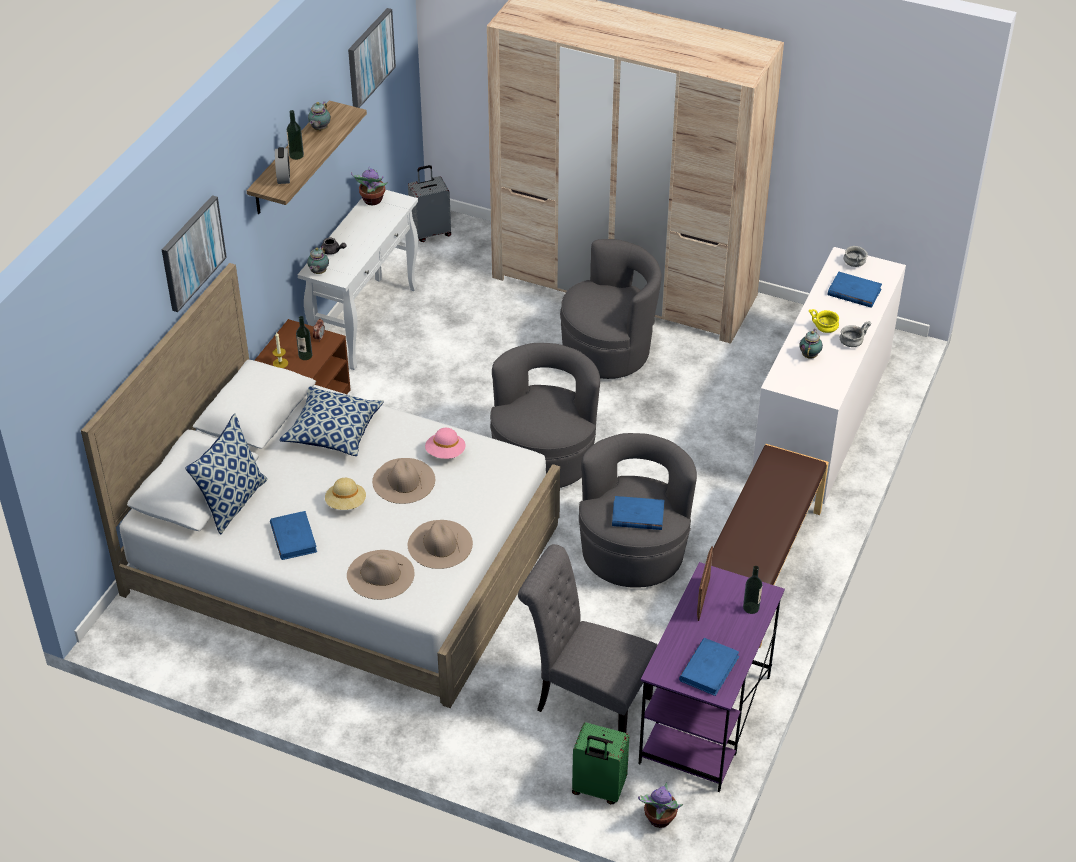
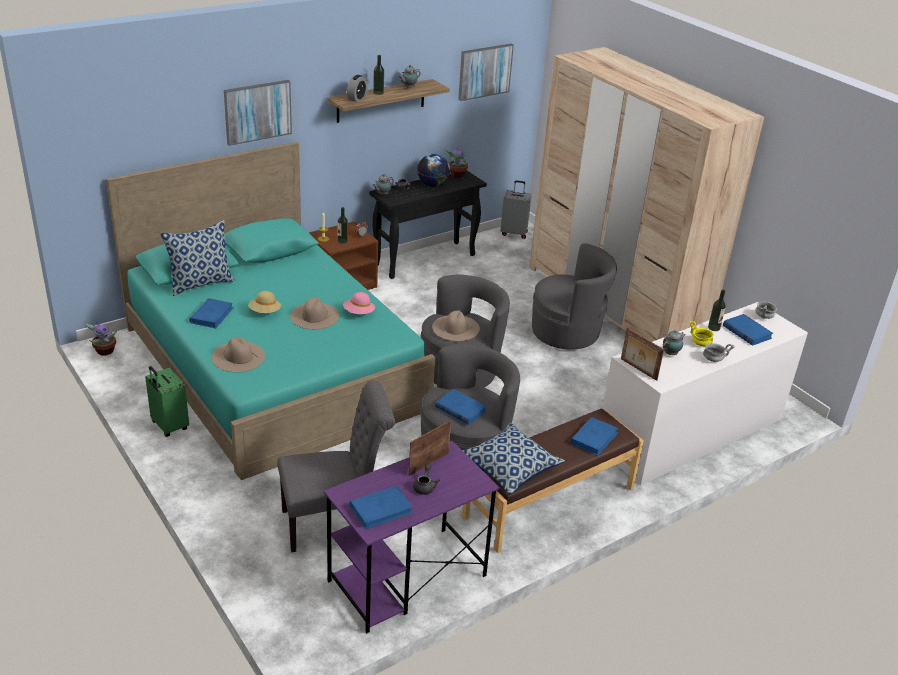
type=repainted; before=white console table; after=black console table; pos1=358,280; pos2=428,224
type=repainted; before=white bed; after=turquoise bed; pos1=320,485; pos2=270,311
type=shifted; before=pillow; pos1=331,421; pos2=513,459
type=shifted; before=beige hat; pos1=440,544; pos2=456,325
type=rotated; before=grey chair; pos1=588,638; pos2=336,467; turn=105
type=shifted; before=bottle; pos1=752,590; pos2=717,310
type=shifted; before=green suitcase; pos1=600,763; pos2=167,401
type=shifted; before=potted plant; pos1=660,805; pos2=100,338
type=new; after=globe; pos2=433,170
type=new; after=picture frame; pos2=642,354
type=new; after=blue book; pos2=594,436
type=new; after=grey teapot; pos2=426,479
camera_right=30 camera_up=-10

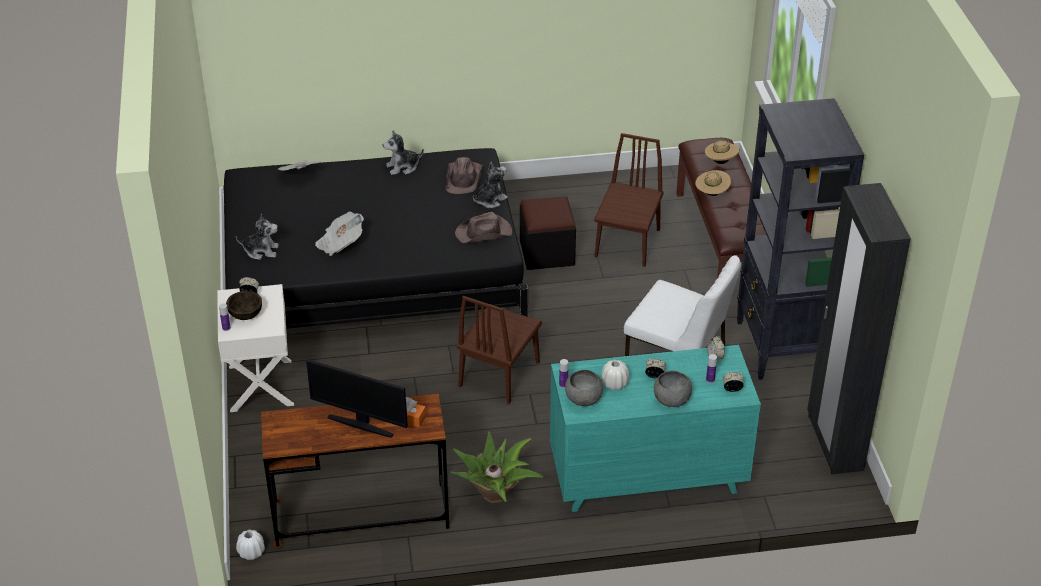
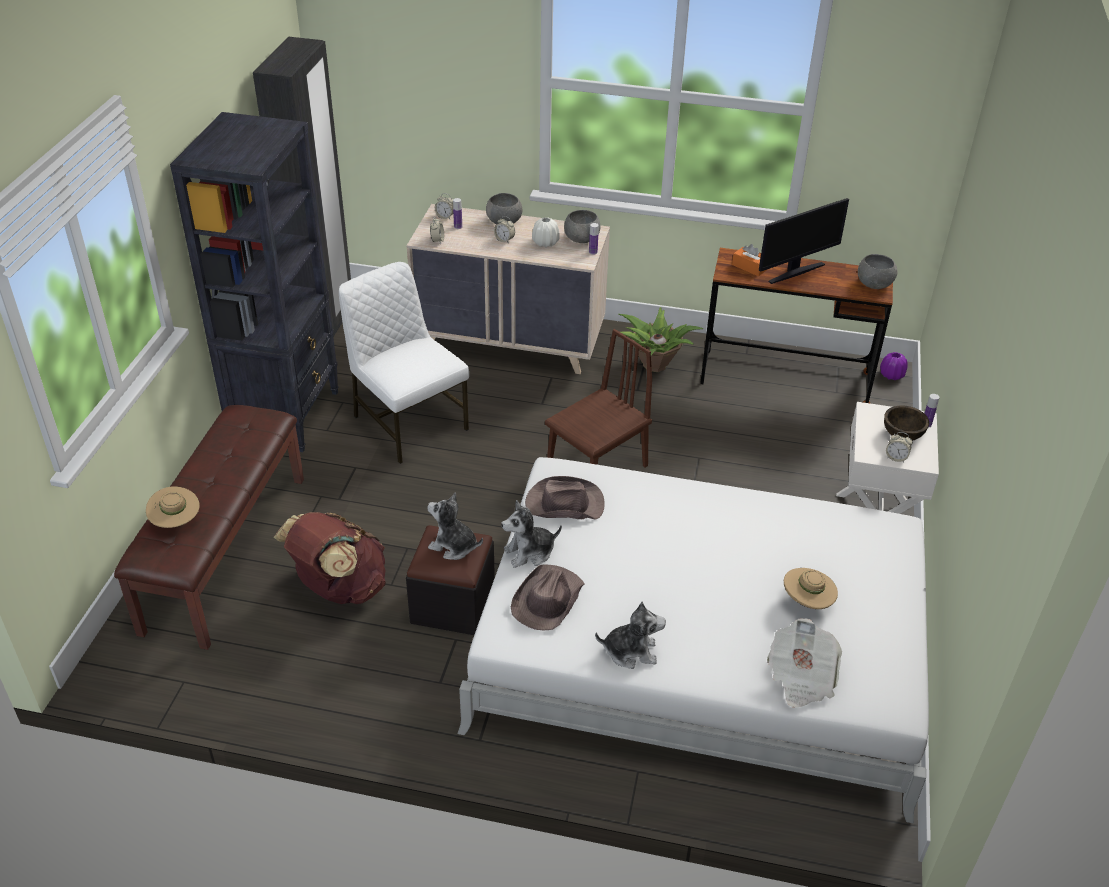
type=swapped; before=brown chair; after=brown backpack; pos1=629,200; pos2=329,558
type=repainted; before=black bed; after=white bed; pos1=375,238; pos2=693,640
type=shifted; before=beige hat; pos1=713,183; pos2=811,588
type=gone; before=newspaper; pos1=339,233
type=shifted; before=plush toy; pos1=257,236; pos2=455,526
type=repainted; before=turquoise dresser; after=beige dresser; pos1=655,428; pos2=508,289
type=rotated; before=monitor; pos1=357,398; pos2=804,241; turn=105
type=repainted; before=white vase; after=purple vase; pos1=250,544; pos2=894,366
type=new; after=grey bowl; pos2=877,271
camera_right=-160 camera_up=0

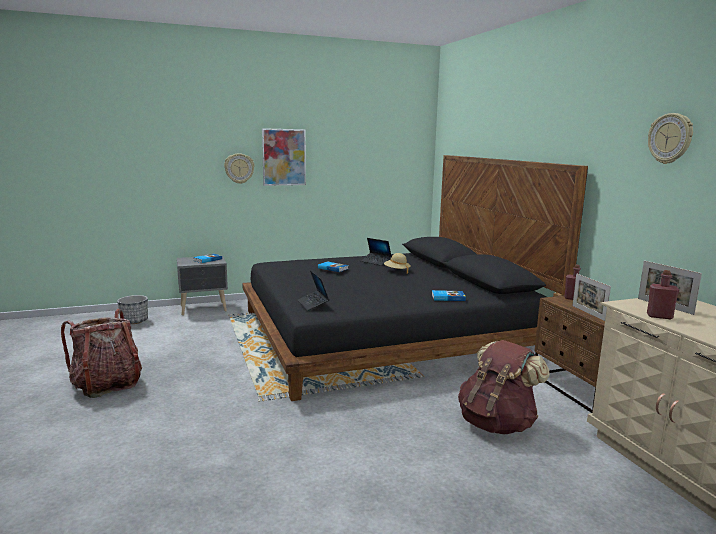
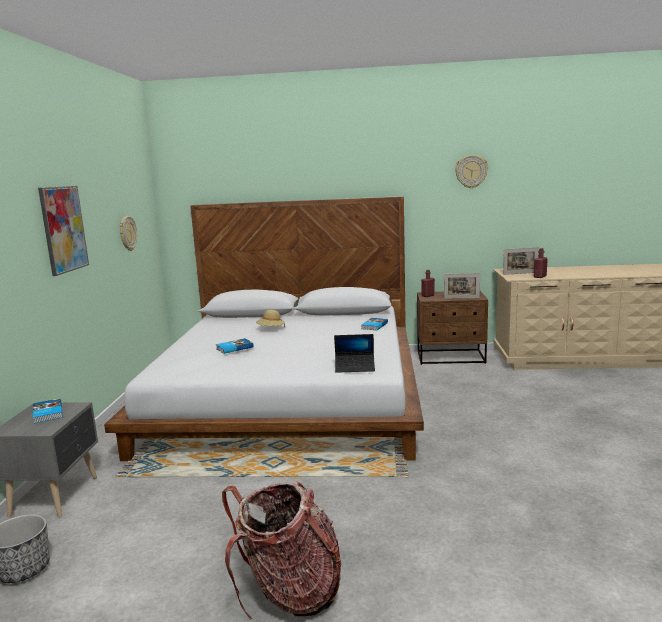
type=shifted; before=wall clock; pos1=239,168; pos2=128,233
type=repainted; before=black bed; after=white bed; pos1=415,278; pos2=264,328
type=gone; before=laptop; pos1=376,252
type=gone; before=brown backpack; pos1=504,387
camera_right=-65 camera_up=0

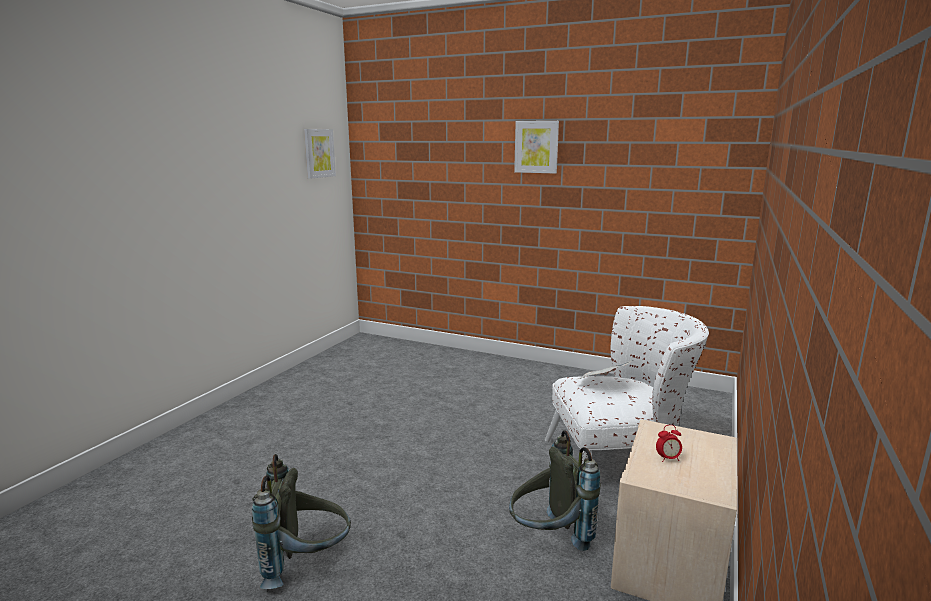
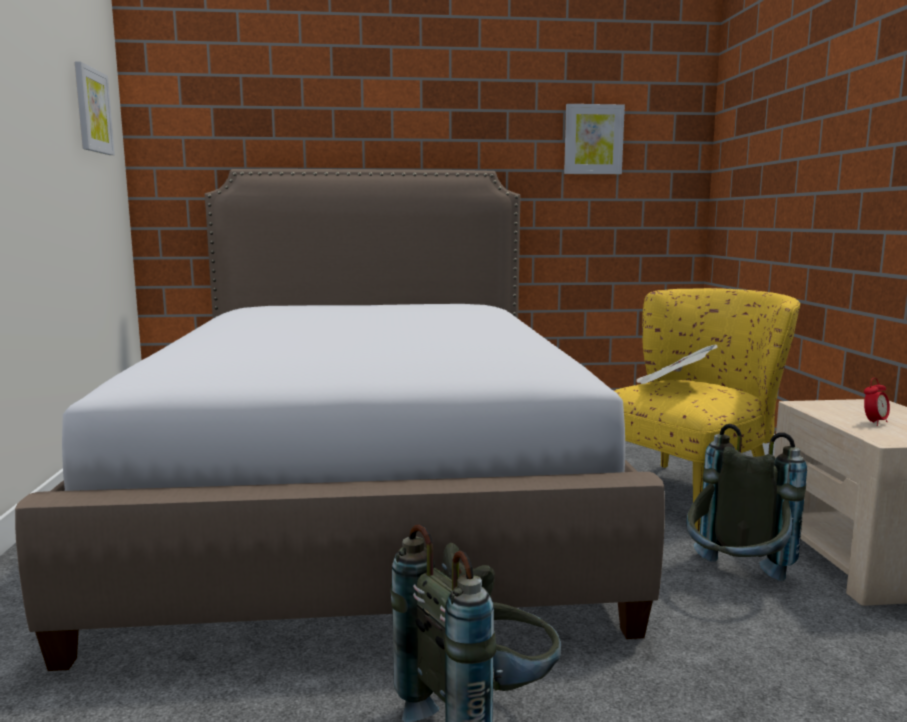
type=shifted; before=picture; pos1=536,147; pos2=594,139
type=repainted; before=white armchair; after=yellow armchair; pos1=627,385; pos2=706,410
type=new; after=bed; pos2=340,420
camera_right=-30 camera_up=-5

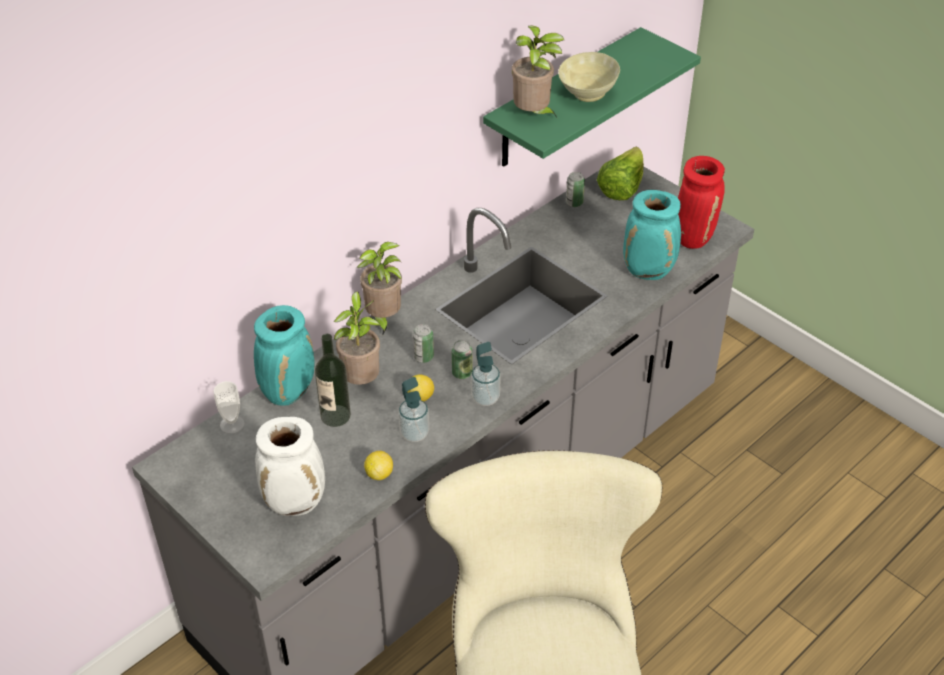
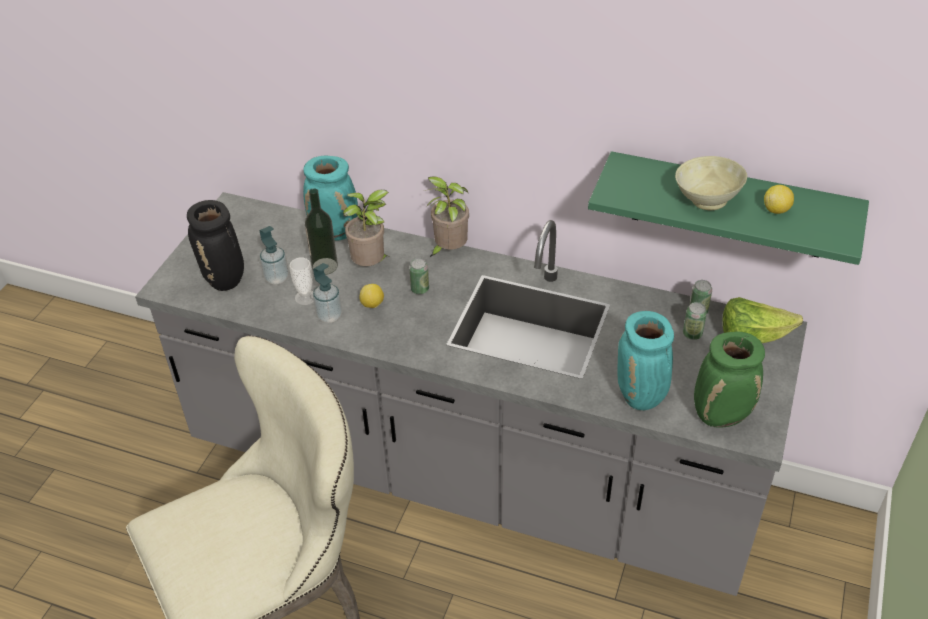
type=gone; before=potted plant; pos1=538,71
type=repainted; before=red vase; after=green vase; pos1=701,202; pos2=729,379
type=shifted; before=can; pos1=462,359; pos2=695,321
type=shifted; before=soap dispenser; pos1=486,374; pos2=274,255
type=shifted; before=cup; pos1=229,407; pos2=301,281
type=repainted; before=white vase; after=black vase; pos1=290,466; pos2=215,245
type=shifted; before=lemon; pos1=378,465; pos2=779,199
camera_right=65 camera_up=0

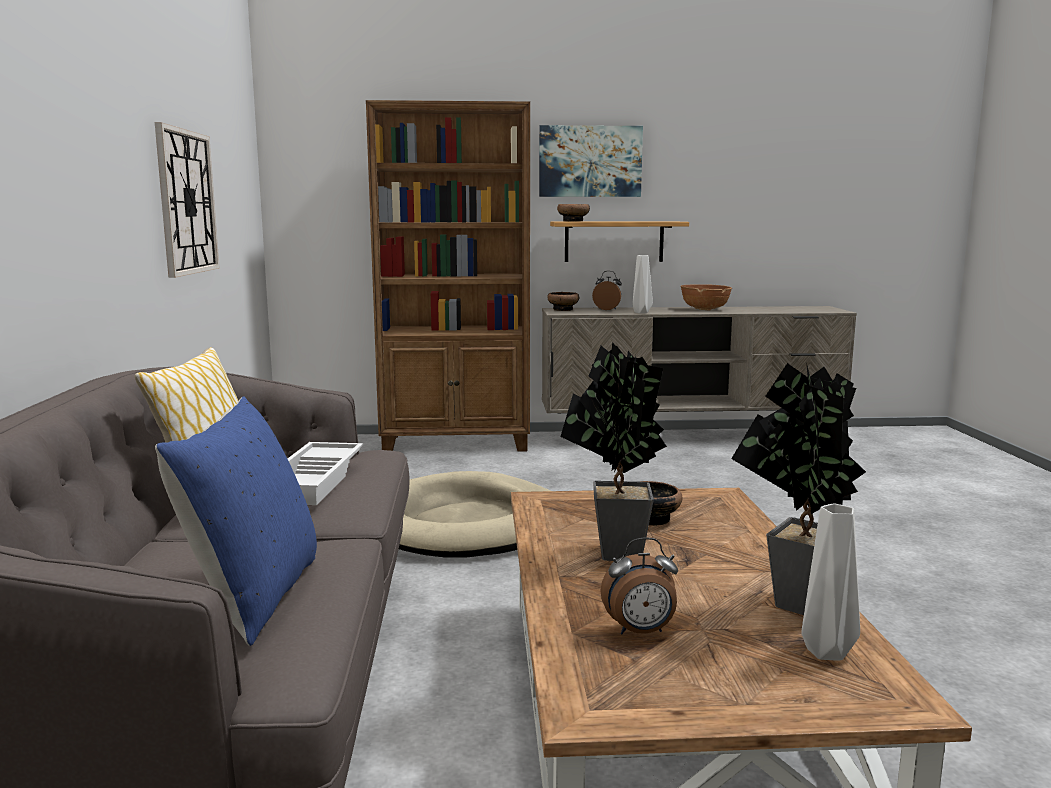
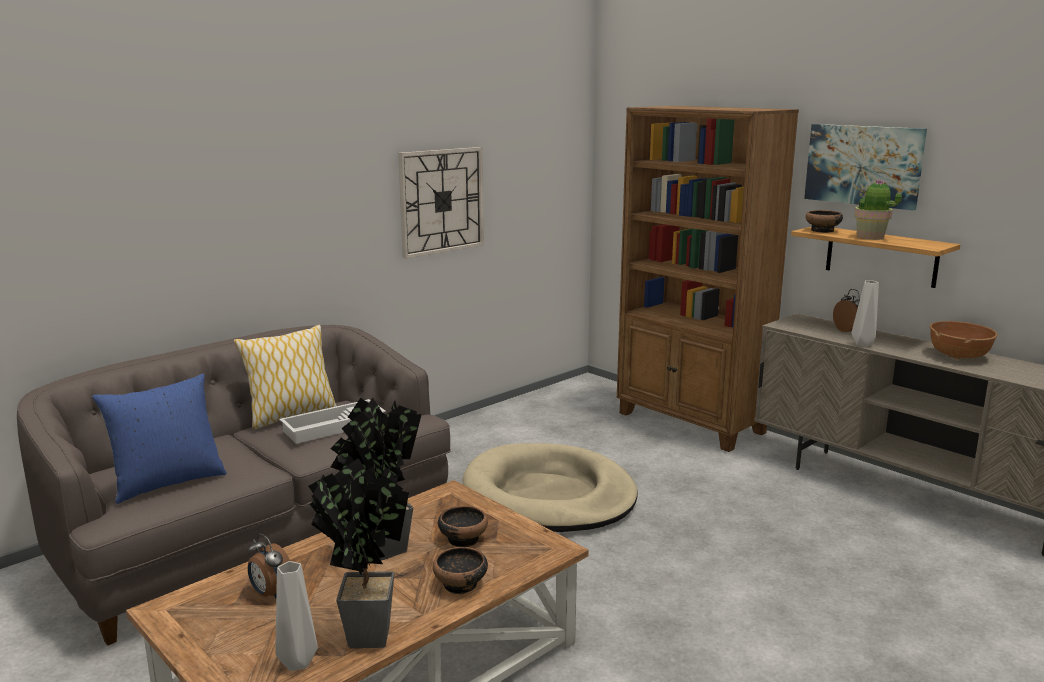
type=shifted; before=bowl; pos1=563,301; pos2=460,570
type=new; after=potted plant; pos2=878,209
camera_right=50 camera_up=5

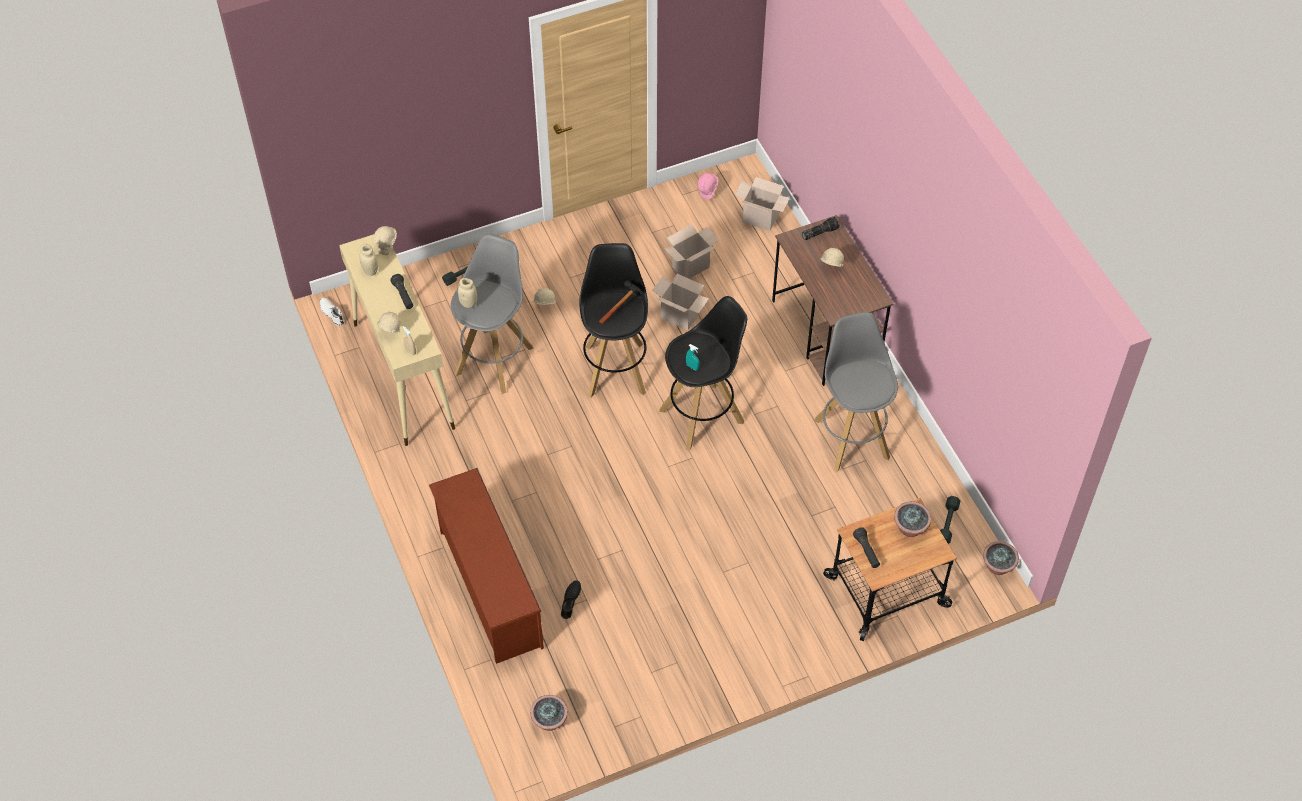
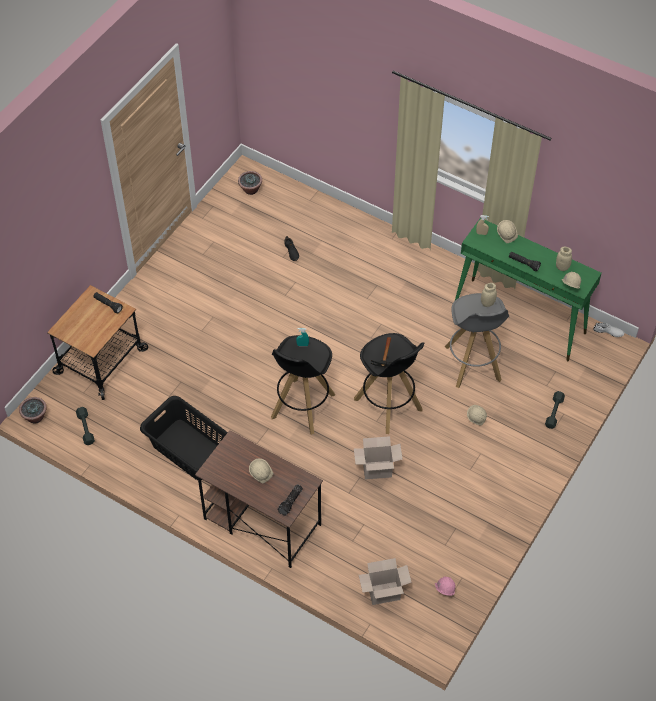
type=gone; before=cardboard box; pos1=692,251
type=repainted; before=beige console table; after=green console table; pos1=397,340; pos2=528,289
type=swapped; before=grey stool; after=black laundry basket; pos1=856,392; pos2=184,438
type=gone; before=brown shoe rack; pos1=486,566
type=gone; before=potted plant; pos1=912,519
camera_right=145 camera_up=0

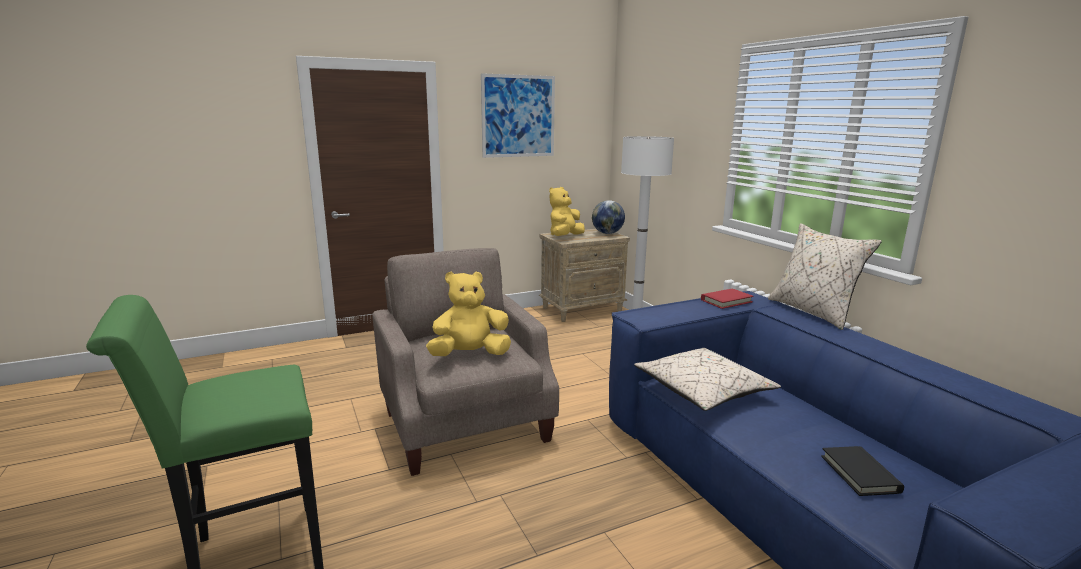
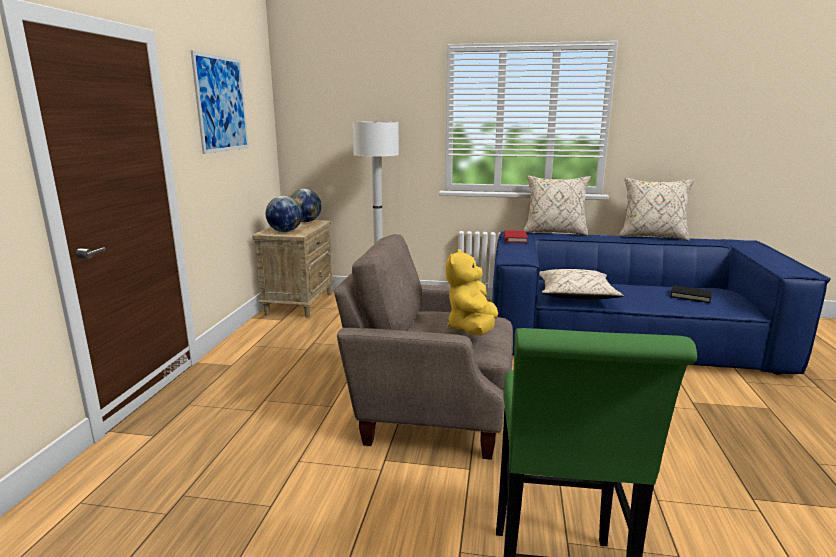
type=swapped; before=yellow plush toy; after=globe; pos1=567,211; pos2=284,214
type=new; after=beige pillow; pos2=656,209
camera_right=-55 camera_up=0

